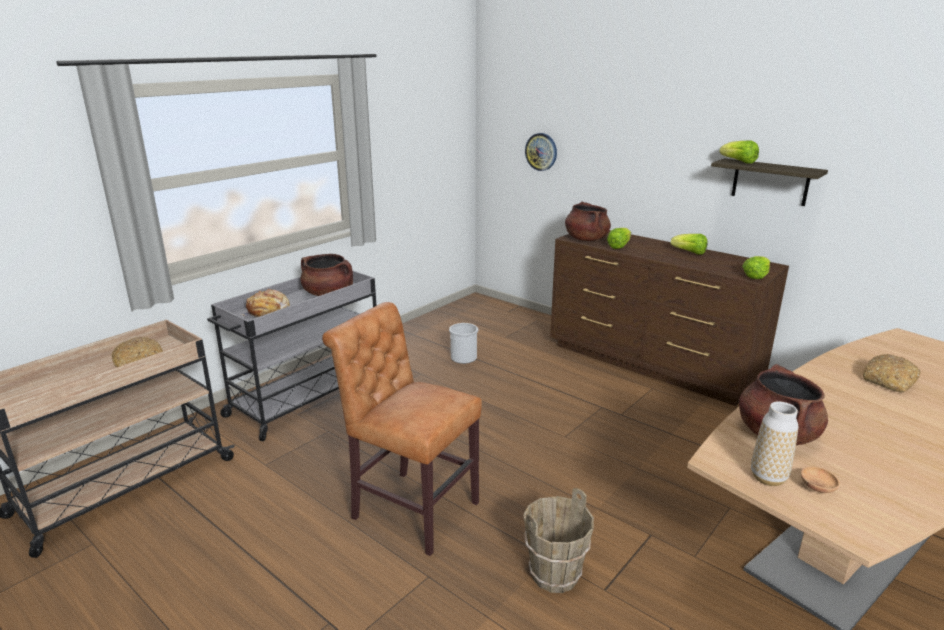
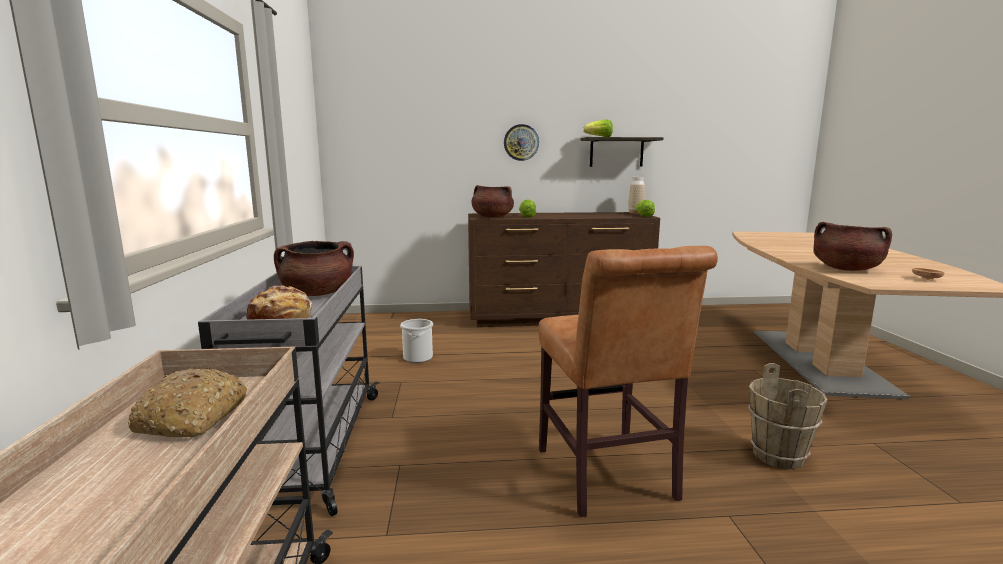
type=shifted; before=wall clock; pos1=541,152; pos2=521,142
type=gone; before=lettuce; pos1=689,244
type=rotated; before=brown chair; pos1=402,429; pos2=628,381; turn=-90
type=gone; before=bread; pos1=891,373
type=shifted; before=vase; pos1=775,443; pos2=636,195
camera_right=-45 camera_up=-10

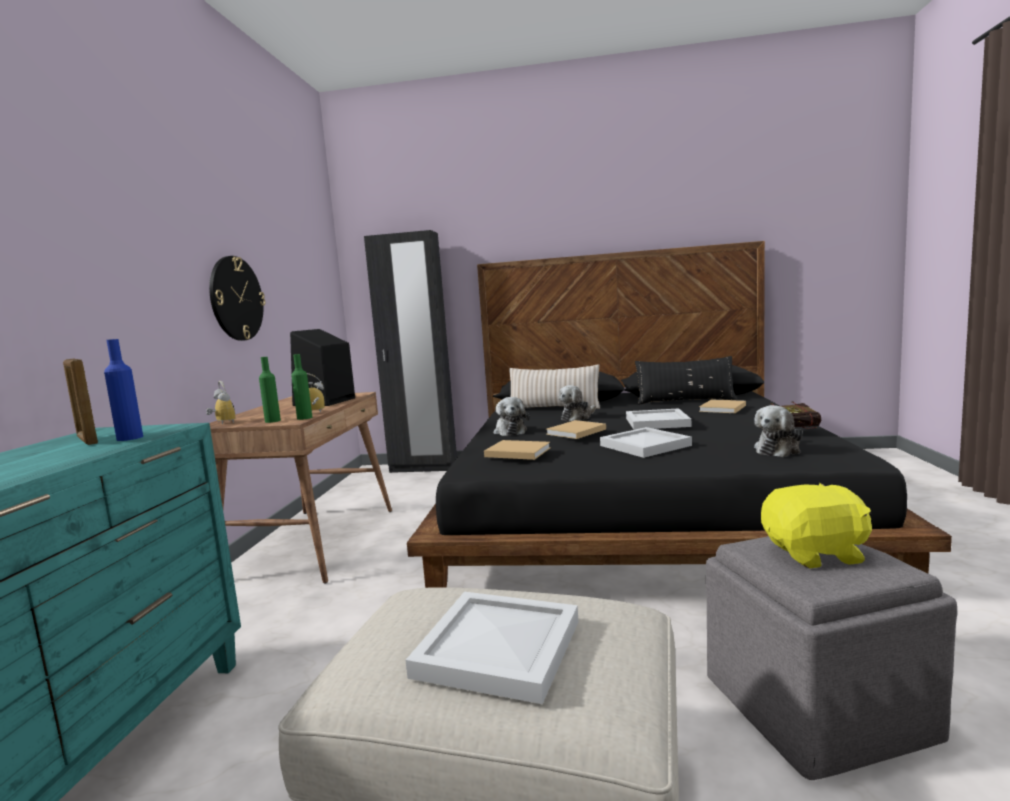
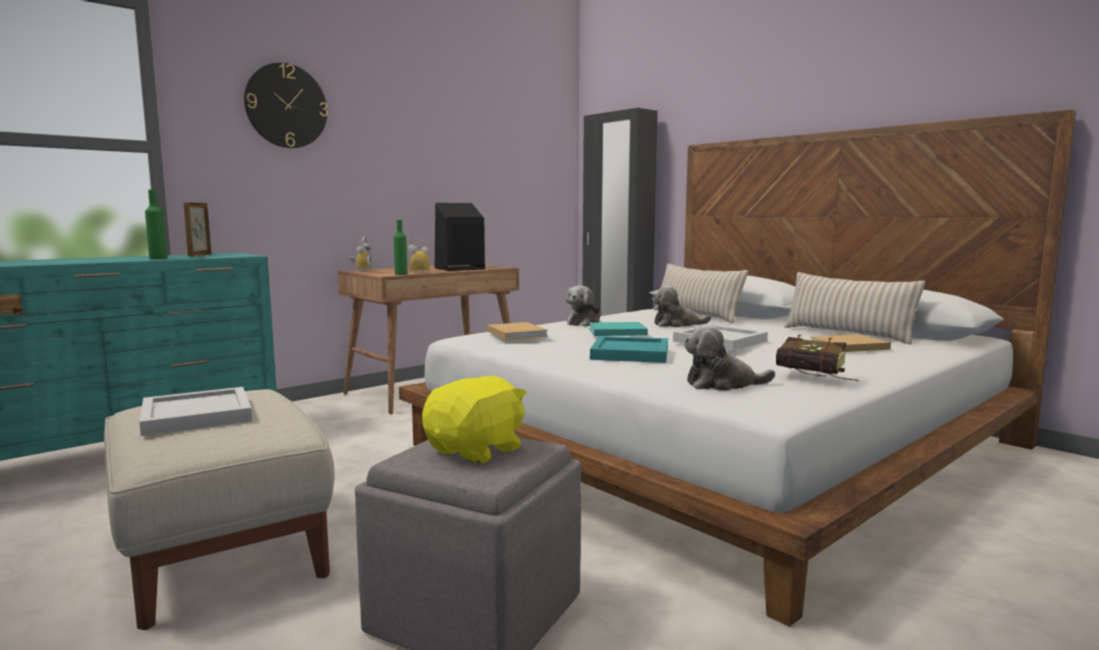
type=repainted; before=black bed; after=white bed; pos1=679,414; pos2=737,368
type=shifted; before=wall clock; pos1=237,298; pos2=286,105
type=gone; before=blue bottle; pos1=123,390
type=repainted; before=black pillow; after=beige pillow; pos1=686,380; pos2=855,308
type=shifted; before=green bottle; pos1=270,390; pos2=156,224
type=repainted; before=beige book; after=turquoise book; pos1=576,429; pos2=618,329
type=repainted; before=white tray; after=turquoise tray; pos1=646,442; pos2=629,349
type=rotated; before=yellow plush toy; pos1=816,525; pos2=474,420; turn=-90
camera_right=40 camera_up=0

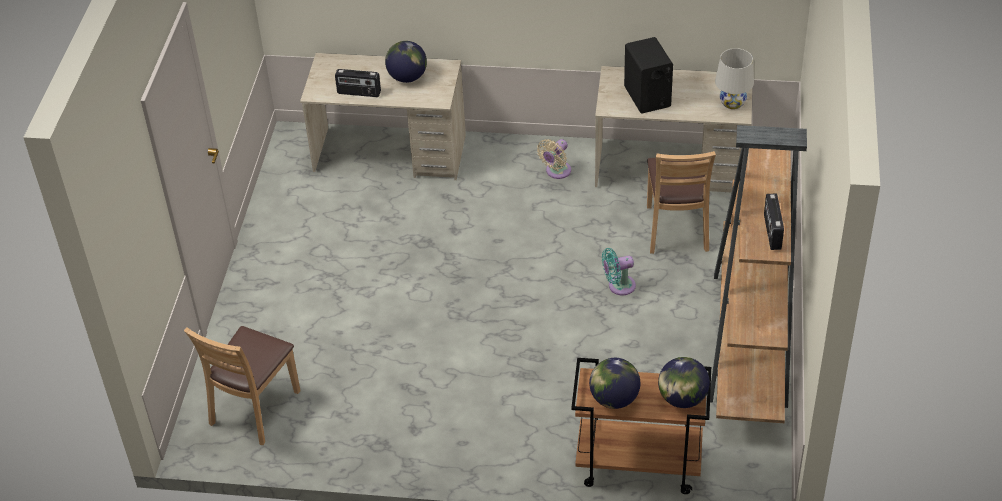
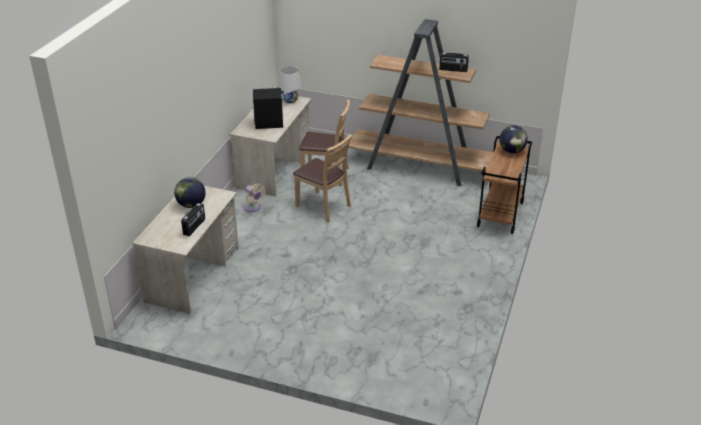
type=gone; before=turquoise fan; pos1=619,271
type=shifted; before=brown chair; pos1=242,385; pos2=322,178
type=gone; before=globe; pos1=614,383
camera_right=-80 camera_up=-10

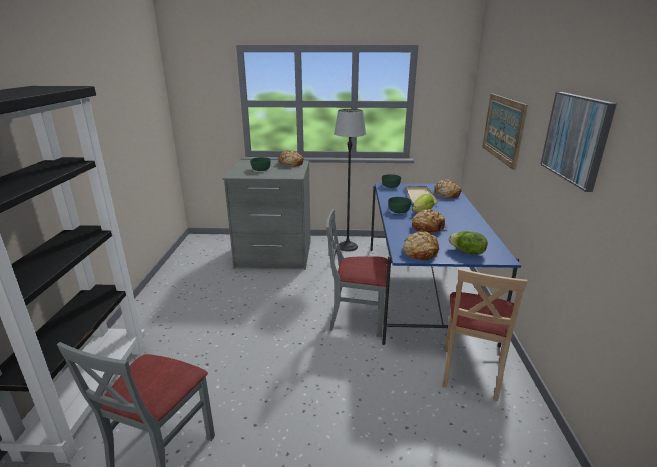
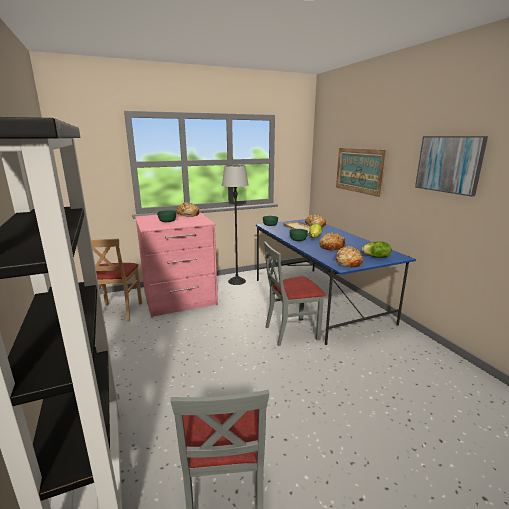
type=repainted; before=grey dresser; after=pink dresser; pos1=266,215; pos2=176,265
type=shifted; before=beige chair; pos1=485,334; pos2=116,280
camera_right=-25 camera_up=-5

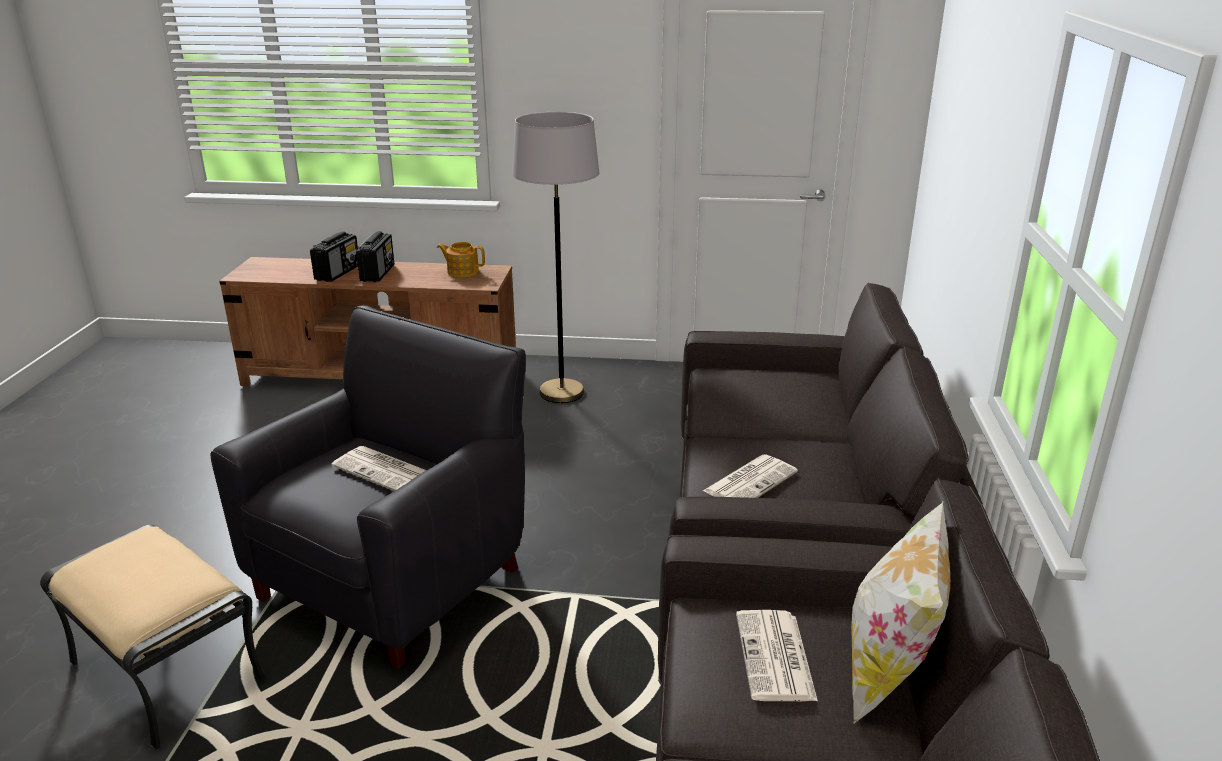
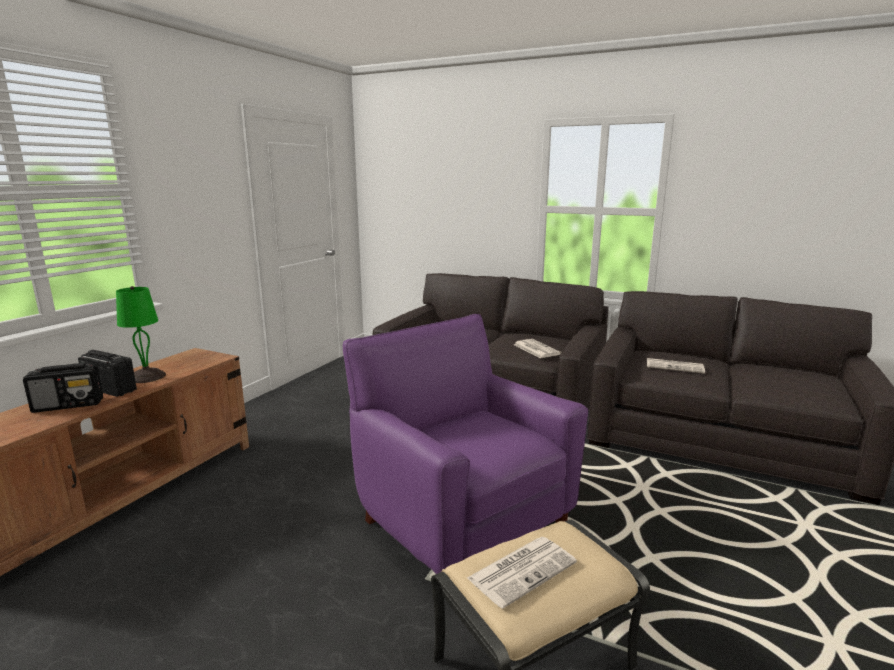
type=gone; before=grey floor lamp; pos1=555,257
type=rotated; before=radio; pos1=334,256; pos2=63,388; turn=120
type=gone; before=teapot; pos1=461,260
type=repainted; before=black armchair; after=purple armchair; pos1=368,487; pos2=465,444
type=shifted; before=newspaper; pos1=379,468; pos2=522,573
type=gone; before=pillow; pos1=900,612
type=new; after=green table lamp; pos2=141,334
camera_right=-70 camera_up=-10

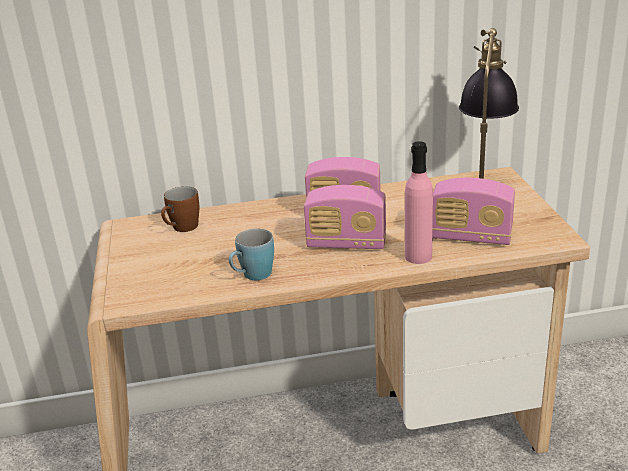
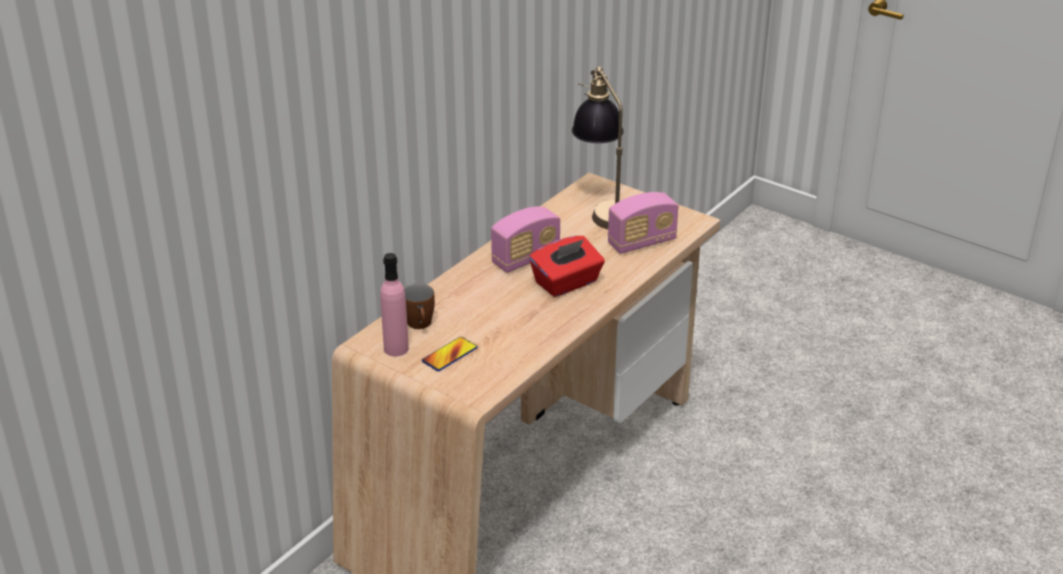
type=shifted; before=pink bottle; pos1=419,202; pos2=394,304
type=swapped; before=radio; after=red tissue box; pos1=345,217; pos2=567,266
type=gone; before=blue mug; pos1=251,254
type=new; after=phone; pos2=449,354
camera_right=-45 camera_up=5

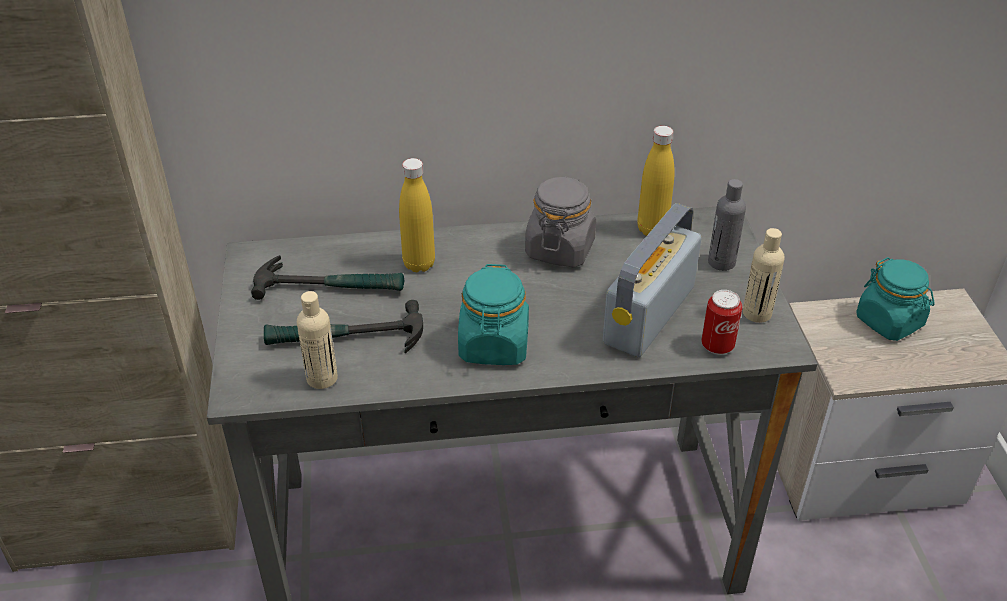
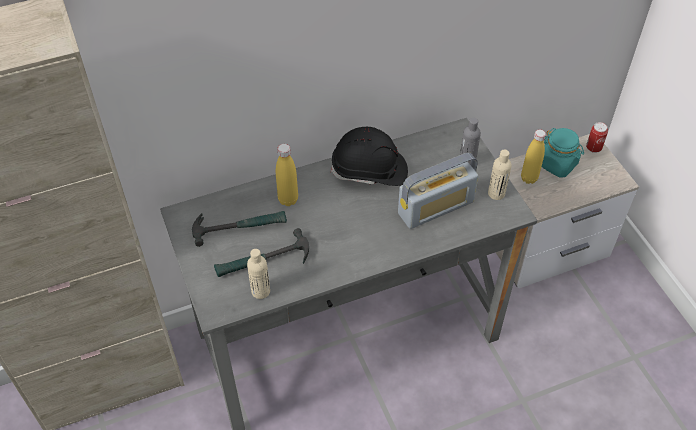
type=shifted; before=yellow bottle; pos1=656,181; pos2=533,156
type=swapped; before=grey jar; after=black hard hat; pos1=560,221; pos2=369,156
type=rotated; before=radio; pos1=652,280; pos2=438,191; turn=-135
type=gone; before=turquoise jar; pos1=493,314
type=shifted; before=can; pos1=722,322; pos2=597,137
camera_right=-15 camera_up=10

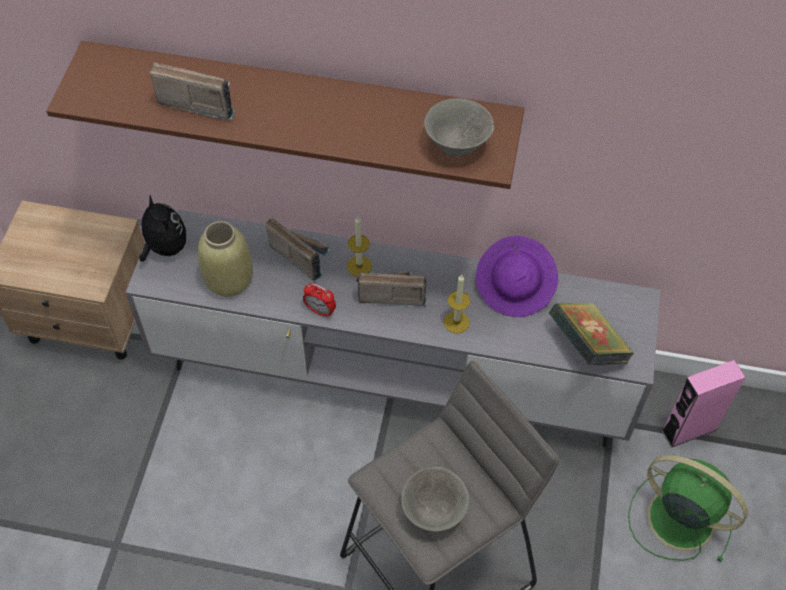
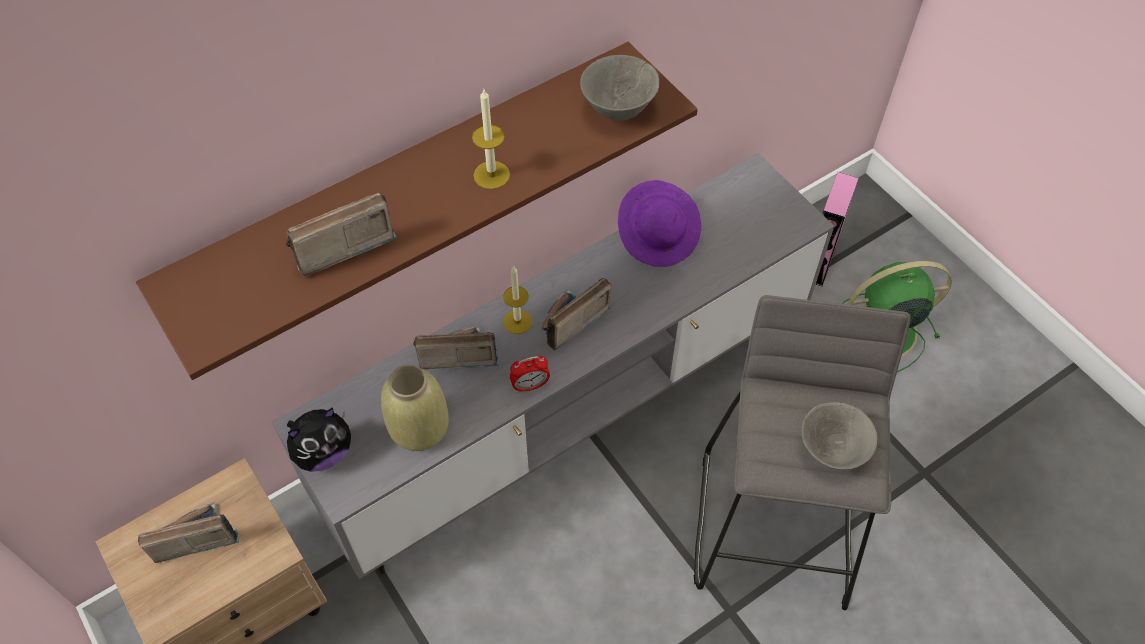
type=rotated; before=plush toy; pos1=162,228; pos2=319,440; turn=135
type=shifted; before=candle; pos1=457,304; pos2=491,139
type=gone; before=book; pos1=591,333
type=new; after=radio; pos2=188,532
camera_right=-45 camera_up=0

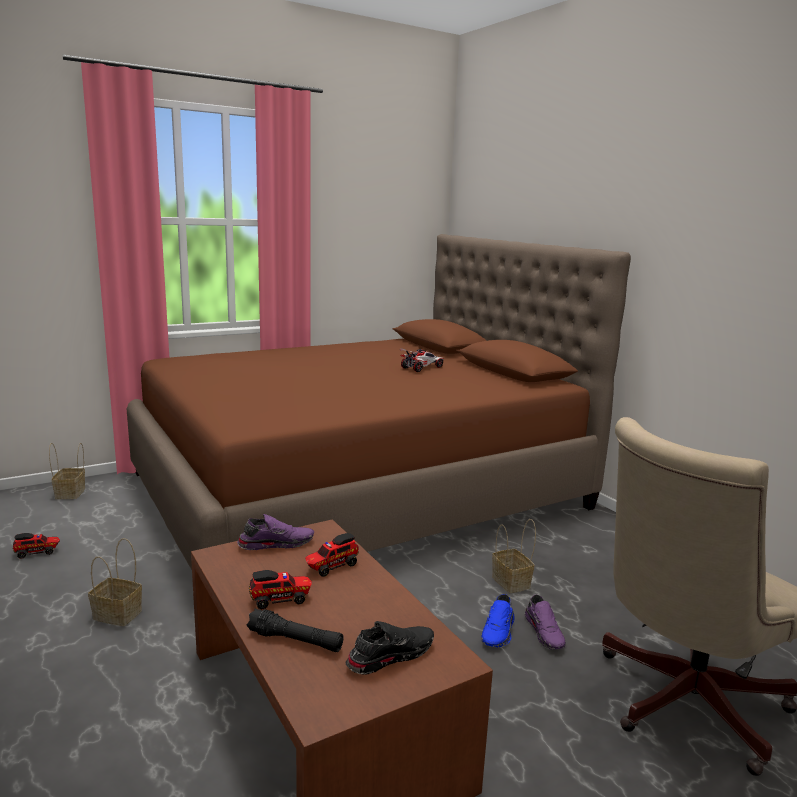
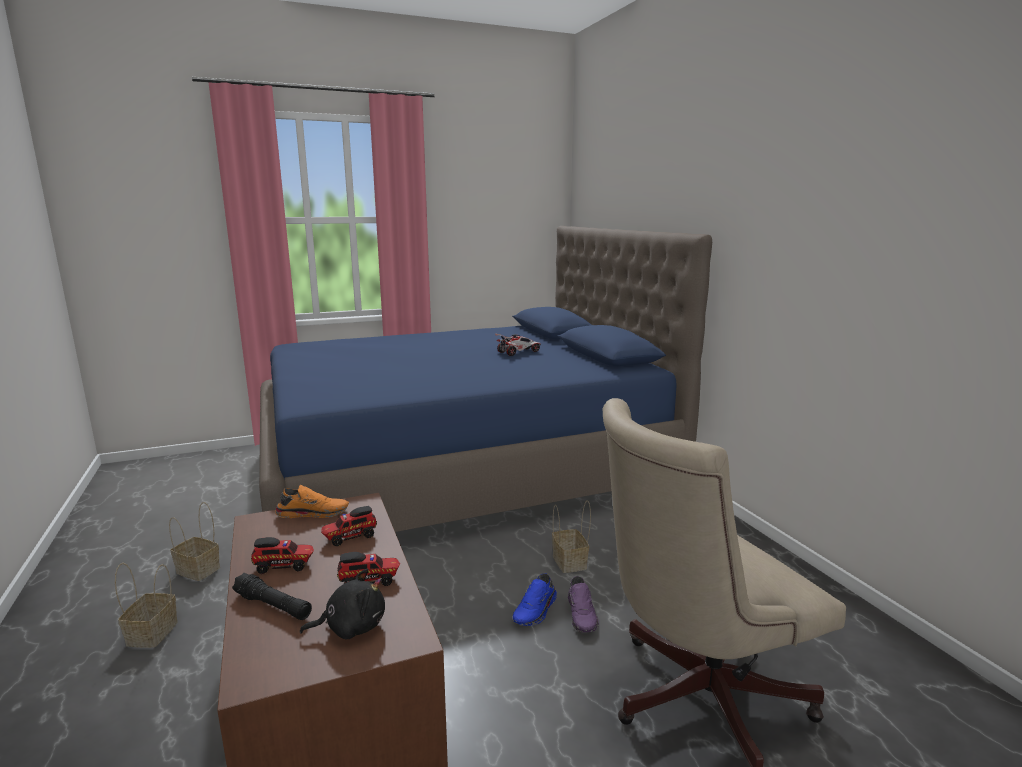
type=repainted; before=brown bed; after=blue bed; pos1=379,402; pos2=485,379
type=shifted; before=basket; pos1=67,471; pos2=146,605
type=repainted; before=purple shoe; after=orange shoe; pos1=275,532; pos2=312,501
type=shifted; before=toy truck; pos1=36,546; pos2=368,569
type=swapped; before=black shoe; after=black plush toy; pos1=389,648; pos2=342,603
camera_right=10 camera_up=0

